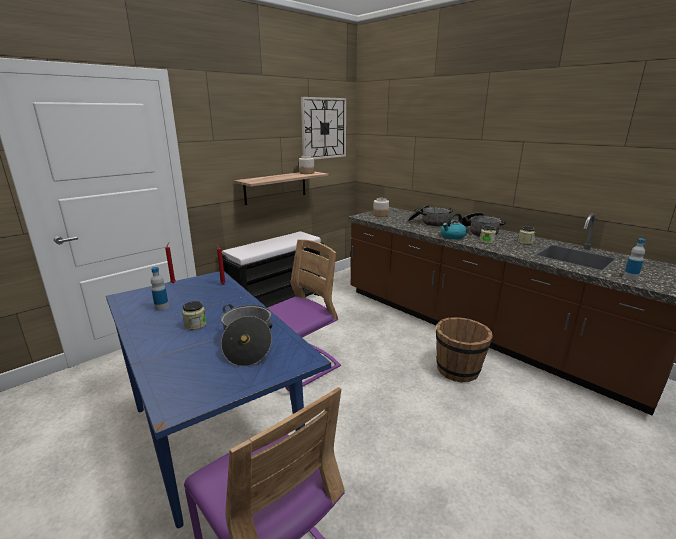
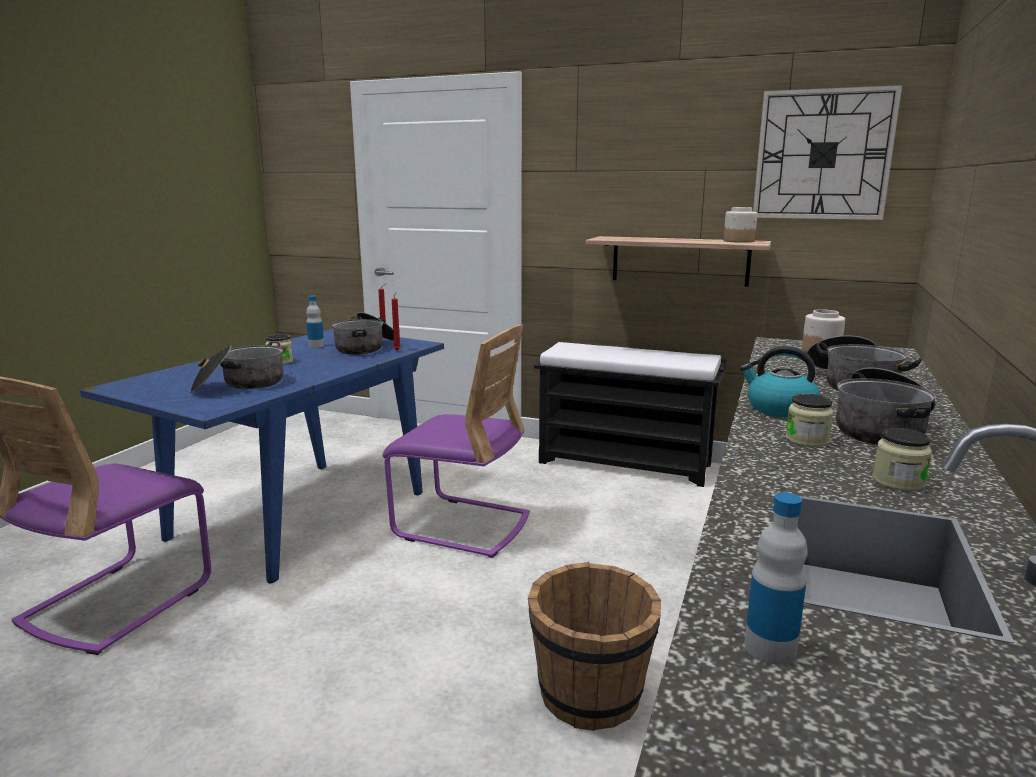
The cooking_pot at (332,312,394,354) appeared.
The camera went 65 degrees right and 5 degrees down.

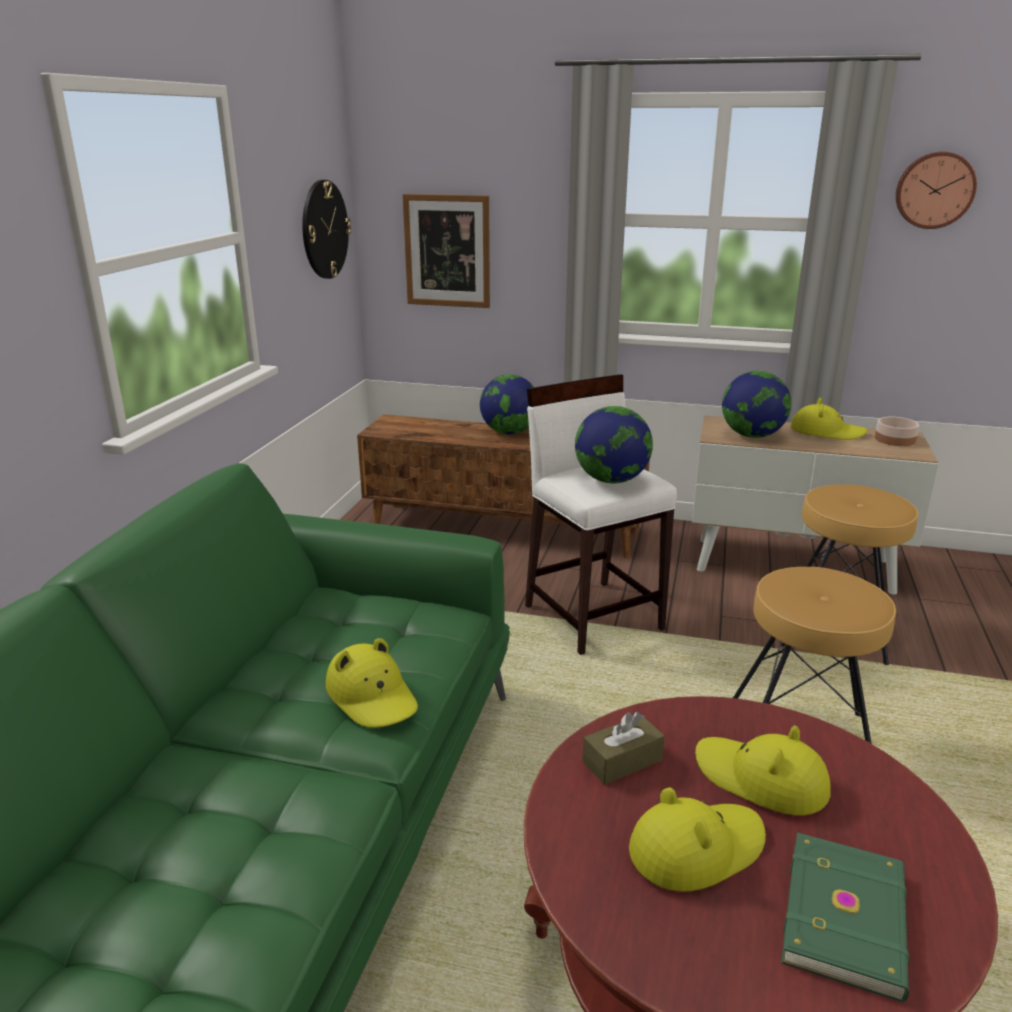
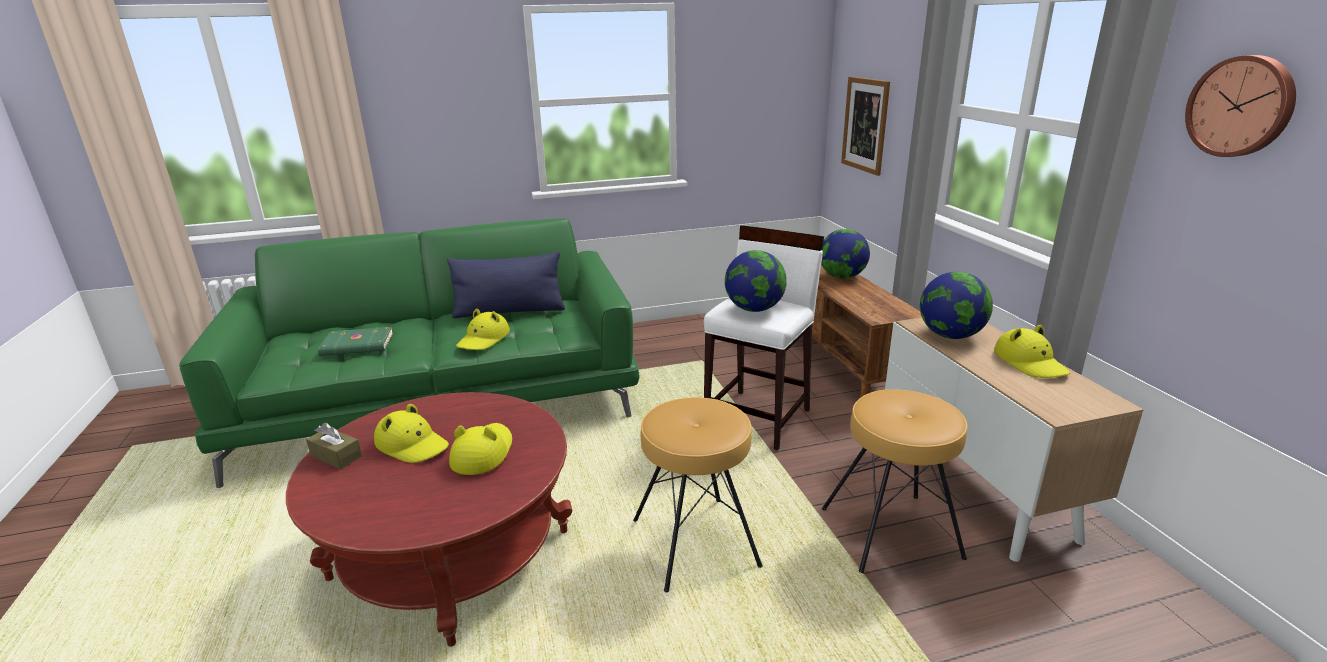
The wall_clock at (302,180,351,279) disappeared.
The brown_tissue_box moved from (582,712,665,785) to (306,423,362,469).
The green_book moved from (781,832,909,1002) to (318,327,393,356).
The bowl at (875,417,919,446) disappeared.
The blue_pillow at (447,251,565,318) appeared.
The camera went 60 degrees right and 0 degrees up.

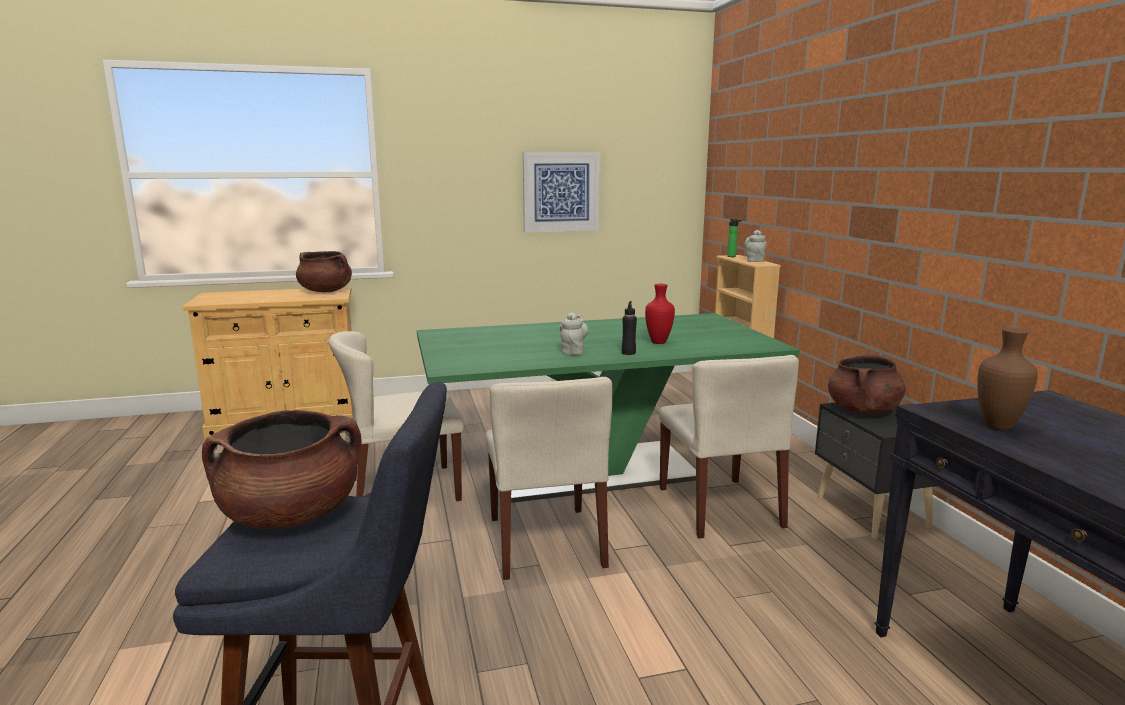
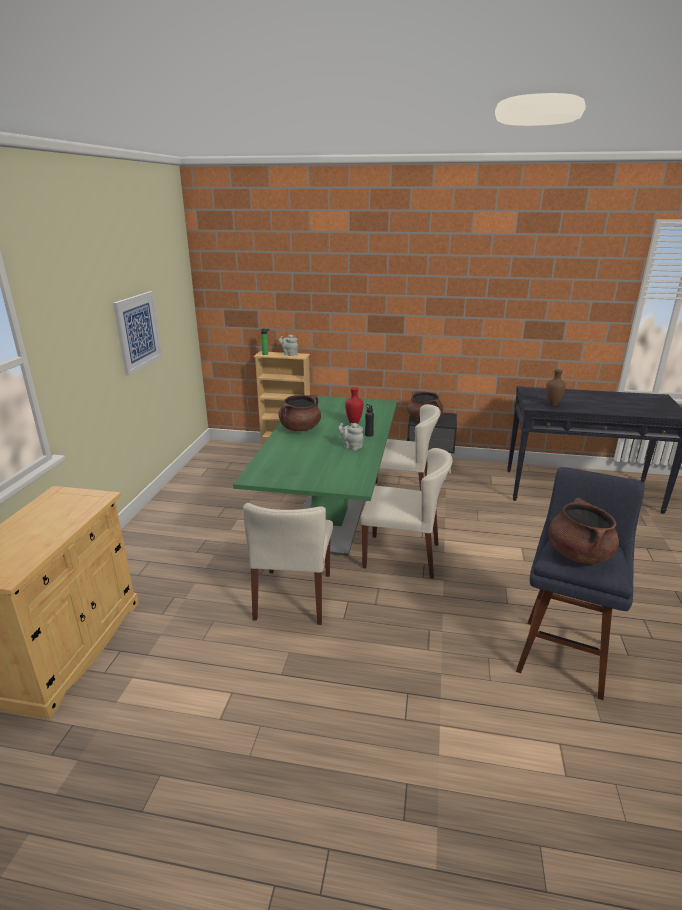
The brown_cooking_pot moved from (296,251,352,292) to (278,395,321,431).
The camera went 65 degrees left and 10 degrees up.

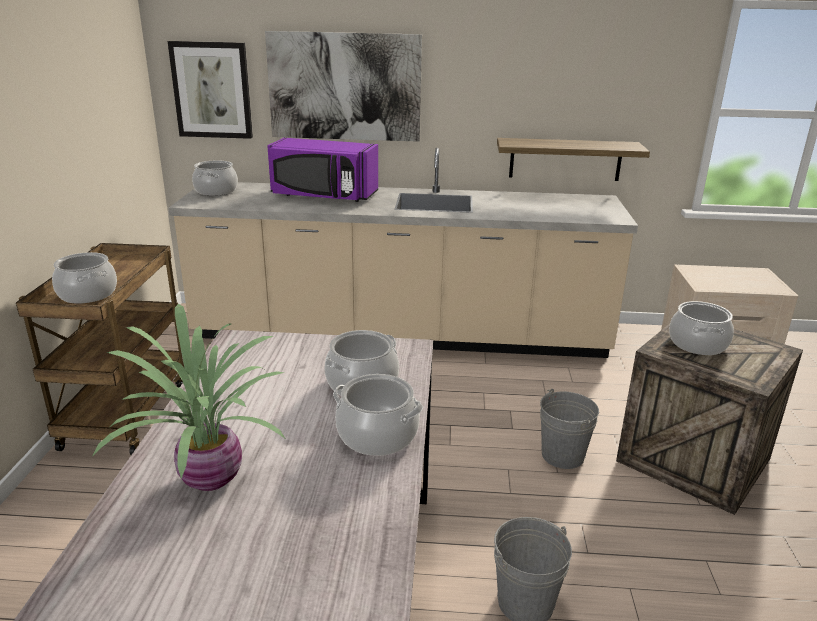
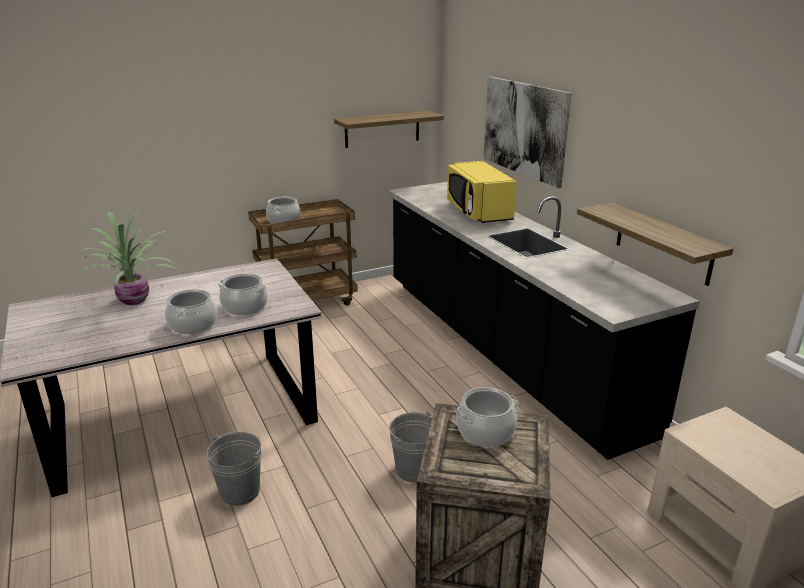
The picture at (168,41,253,139) disappeared.
The beige_counter at (168,148,638,358) became the black_counter at (388,182,700,460).
The cooking_pot at (192,160,238,196) disappeared.
The purple_microwave at (267,138,378,202) became the yellow_microwave at (447,161,517,223).
The shelf at (334,111,444,148) appeared.
The camera went 60 degrees right and 0 degrees up.

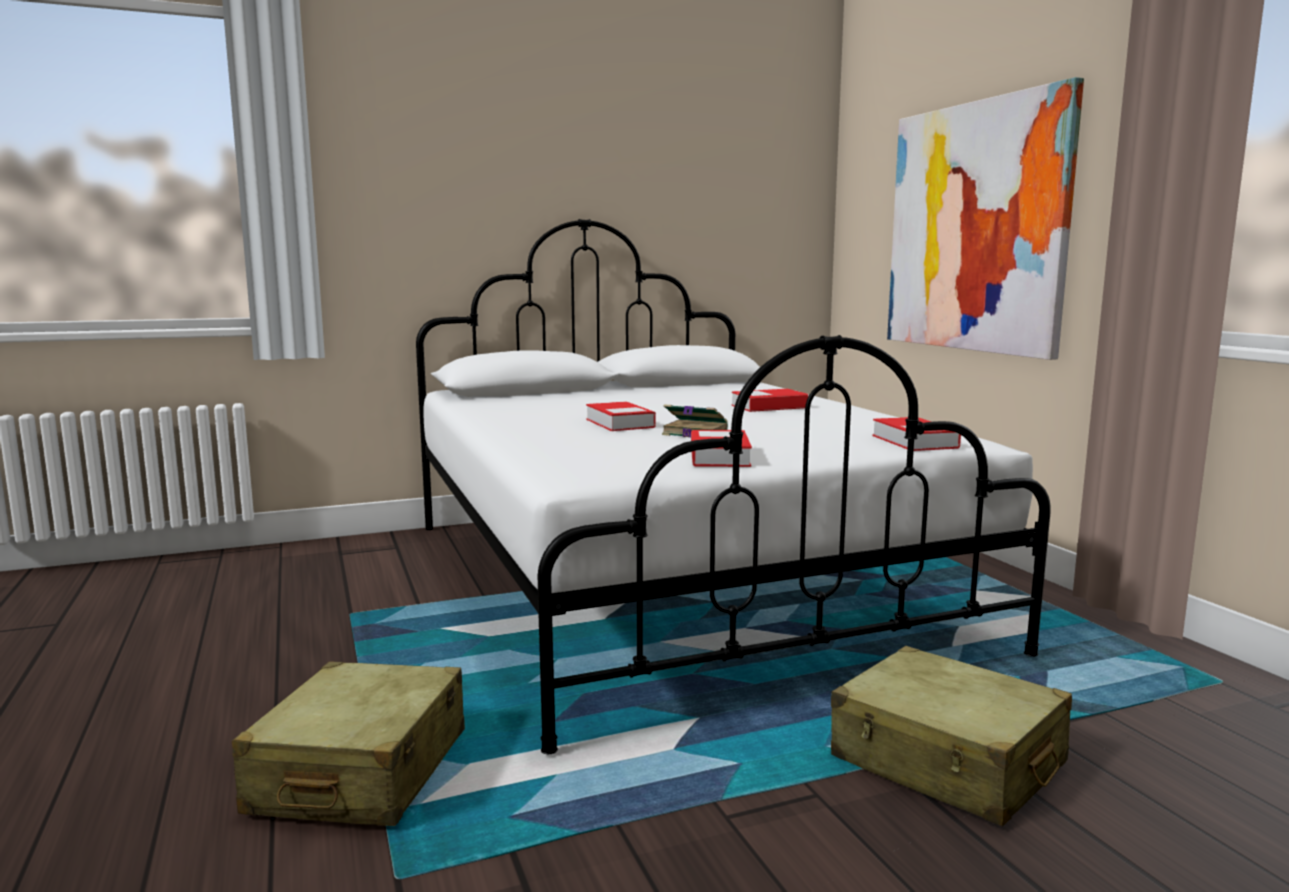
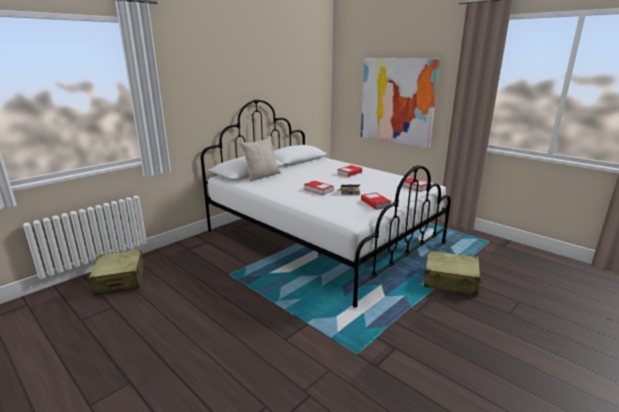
The beige_suitcase moved from (232,661,465,826) to (88,249,144,296).
The beige_pillow at (239,136,281,182) appeared.
The camera went 25 degrees left and 10 degrees up.

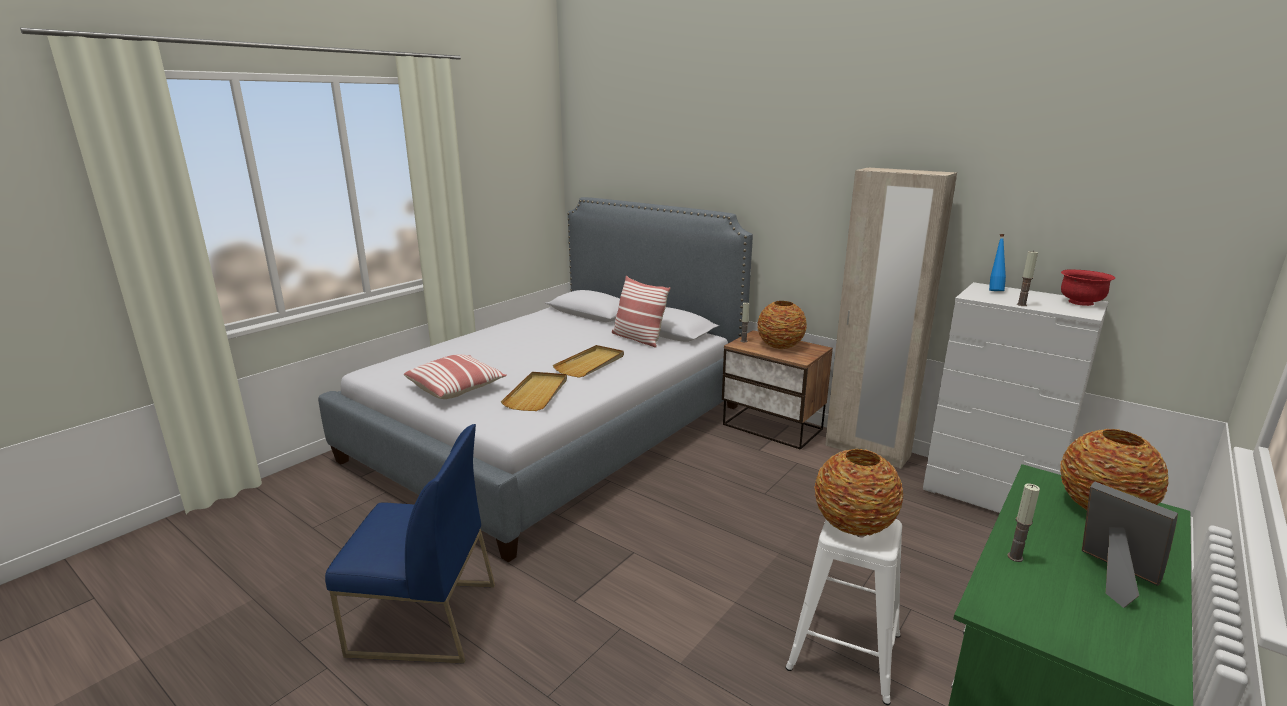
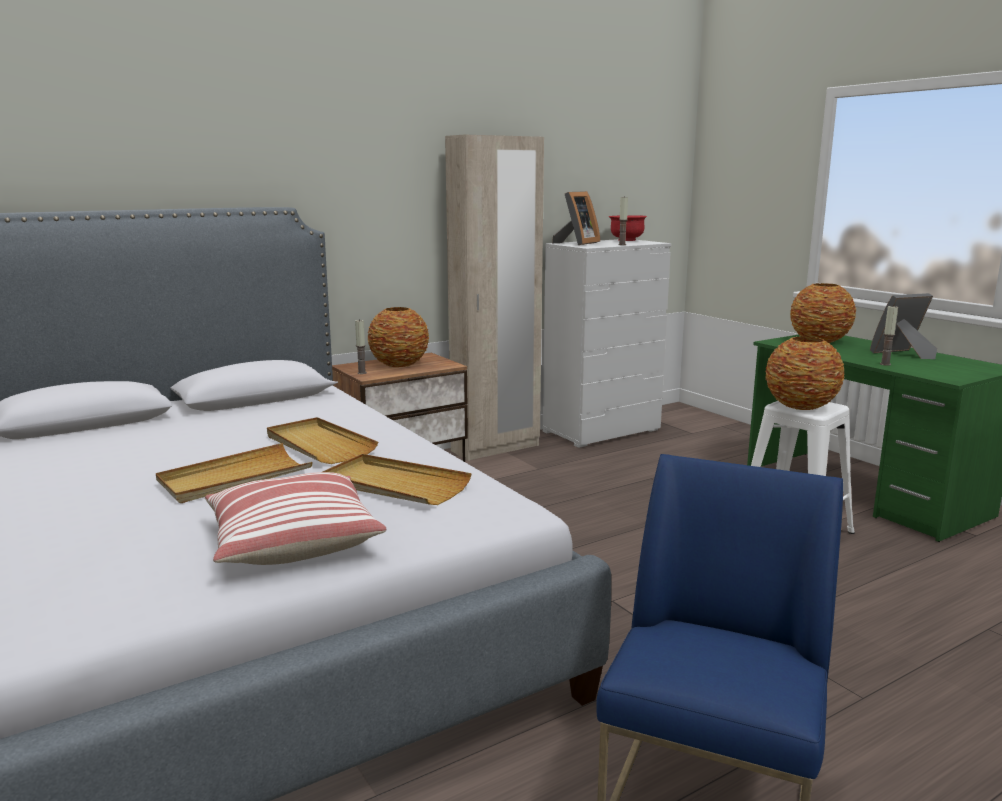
The pillow at (612,276,670,347) disappeared.
The blue_bottle at (989,234,1006,291) was replaced by the picture_frame at (552,191,600,245).
The beige_tray at (156,443,313,503) appeared.
The camera went 70 degrees left and 5 degrees down.

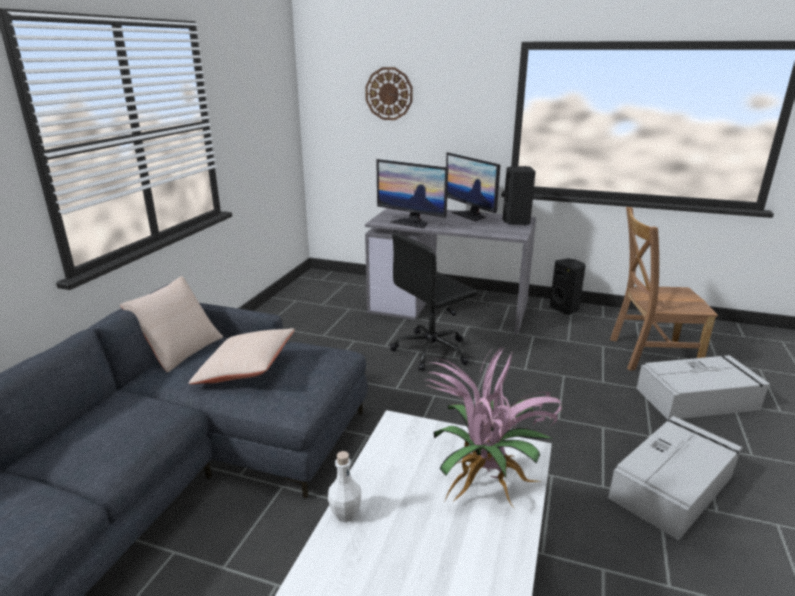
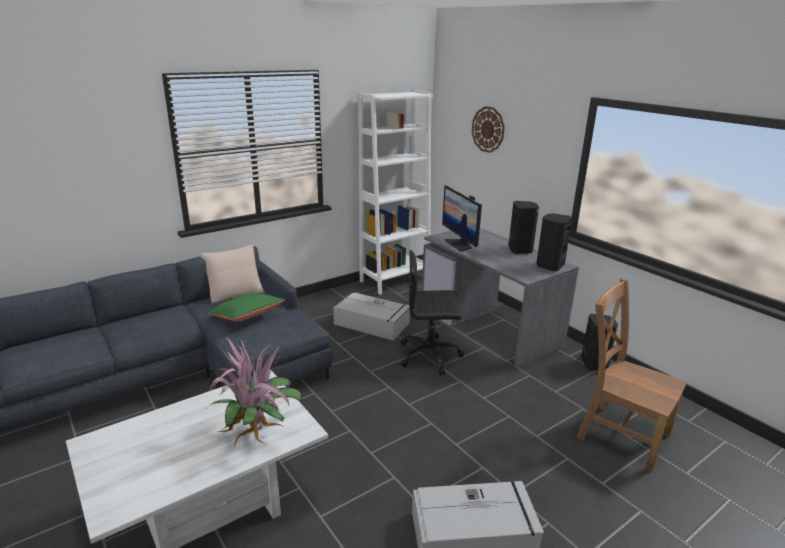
The beige_pillow at (188,328,295,384) became the green_pillow at (207,293,285,322).
The white_bottle at (328,451,361,522) disappeared.
The monitor at (446,152,500,222) was replaced by the black_speaker at (508,201,539,254).
The grey_storage_box moved from (637,355,770,419) to (333,292,410,340).
The white_bookcase at (358,90,433,295) appeared.
The camera went 35 degrees right and 0 degrees up.

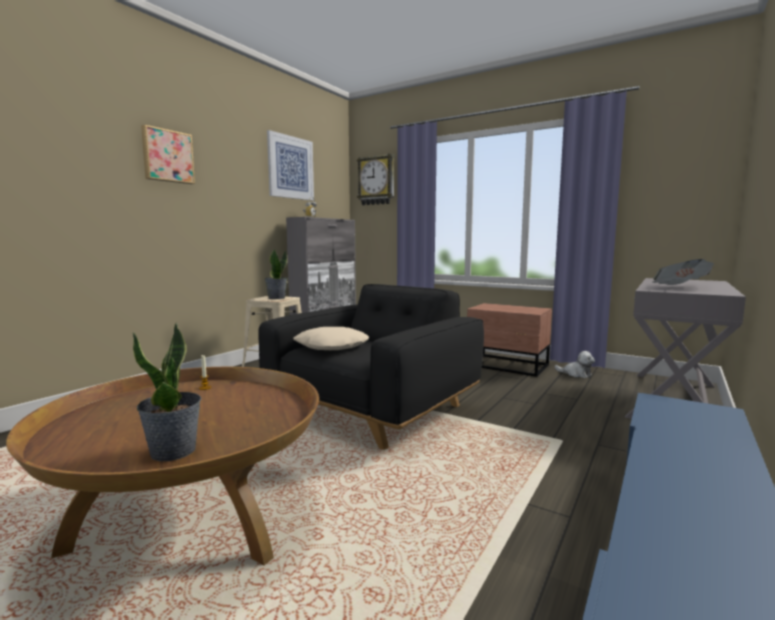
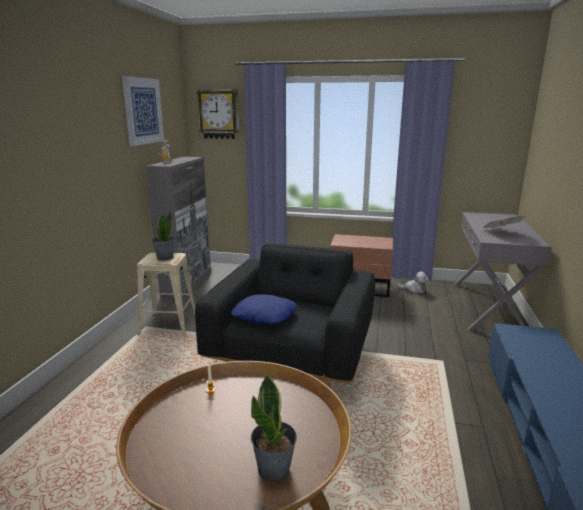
The picture at (141,125,195,184) disappeared.
The beige_pillow at (293,327,369,350) became the blue_pillow at (231,294,297,325).
The camera went 20 degrees left and 10 degrees up.

